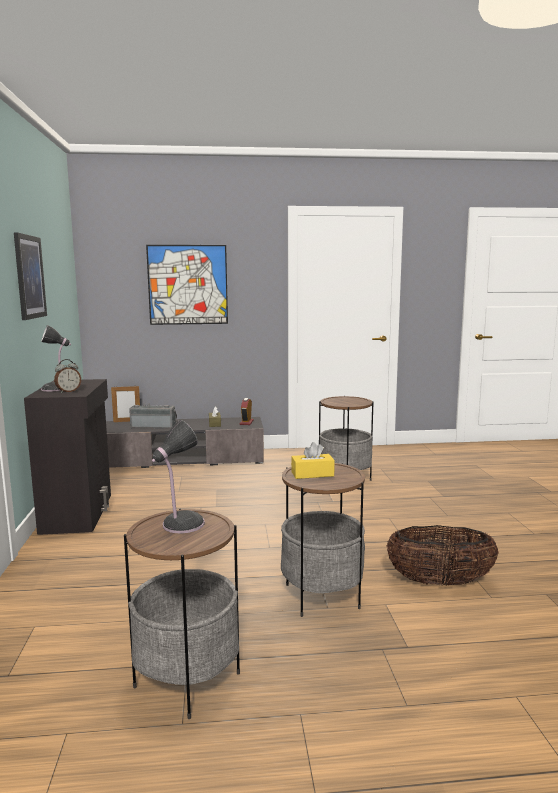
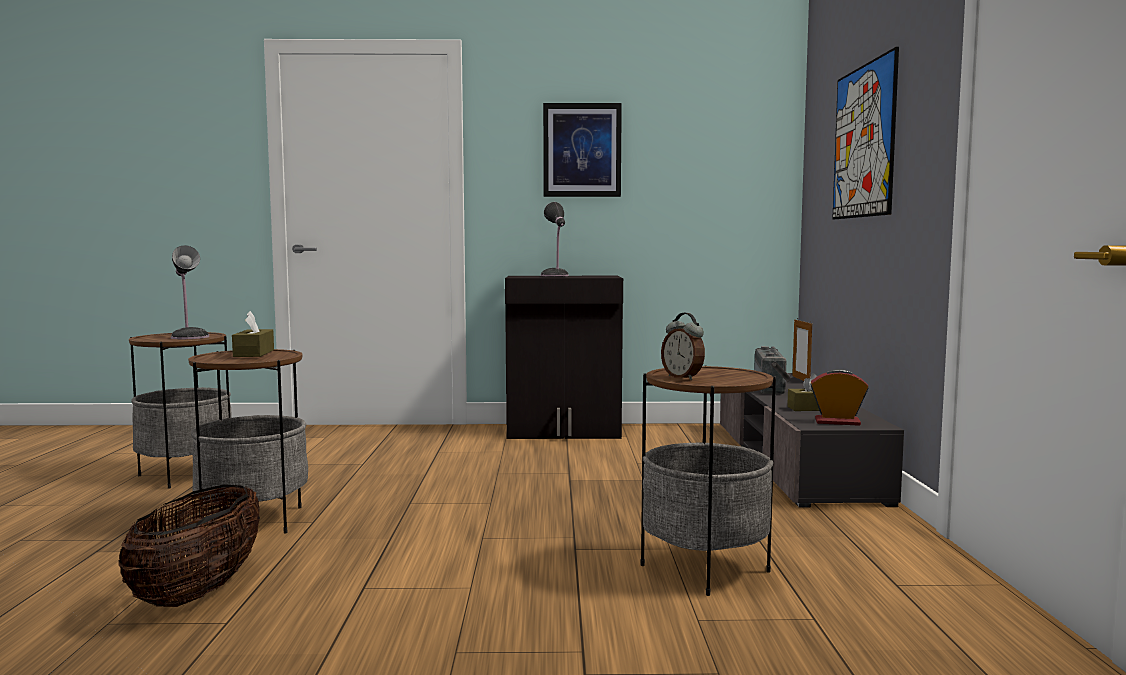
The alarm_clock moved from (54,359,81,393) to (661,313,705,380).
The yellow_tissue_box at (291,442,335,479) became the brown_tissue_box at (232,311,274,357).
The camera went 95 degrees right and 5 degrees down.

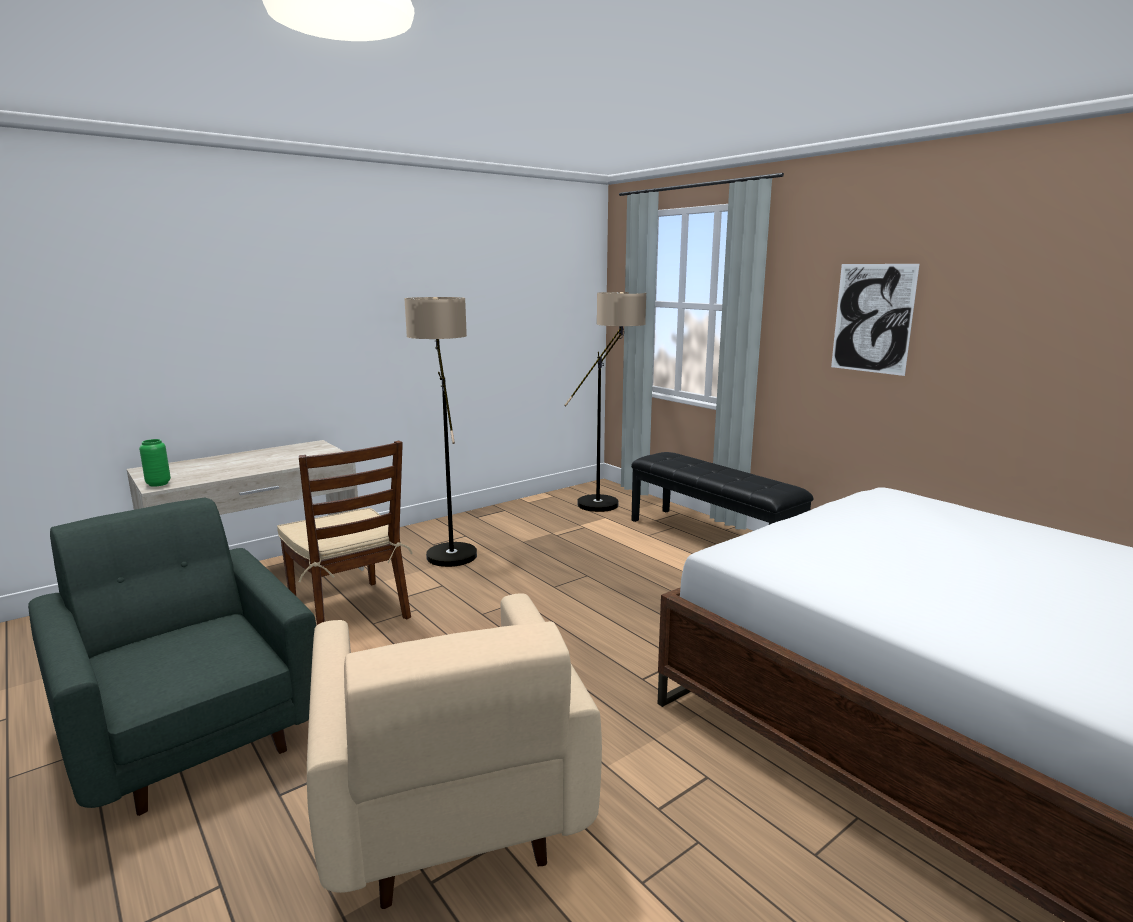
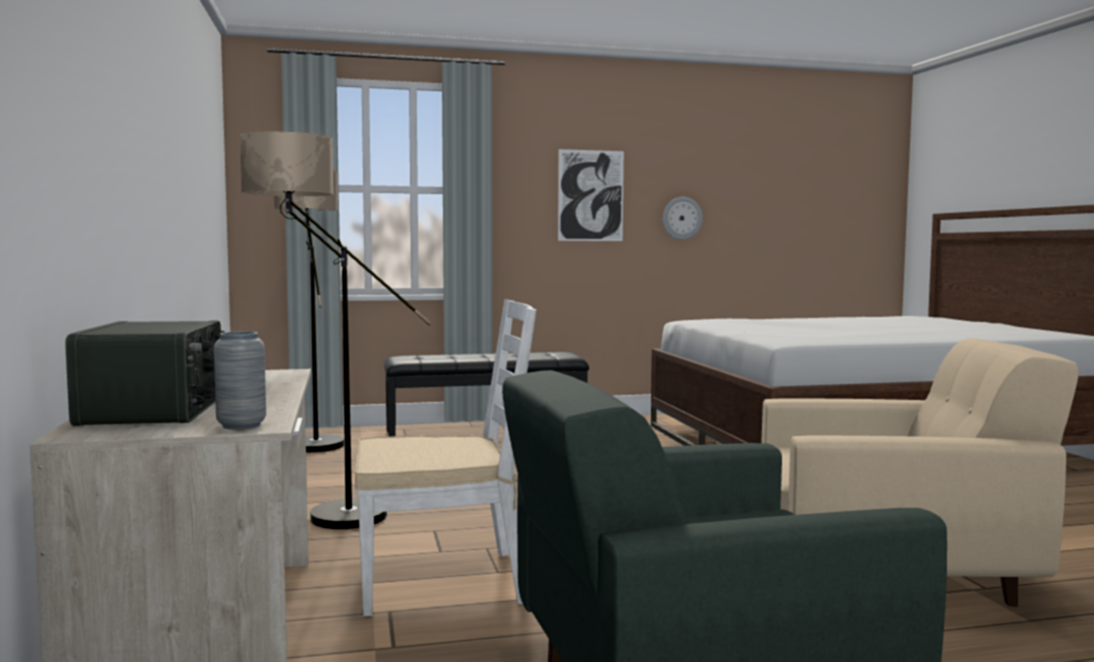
The green_vase at (139,439,171,487) became the grey_vase at (214,331,266,430).
The brown_chair at (277,440,413,625) became the white_chair at (355,299,536,616).
The radio at (65,321,224,426) appeared.
The wall_clock at (662,197,703,240) appeared.
The camera went 65 degrees left and 10 degrees down.

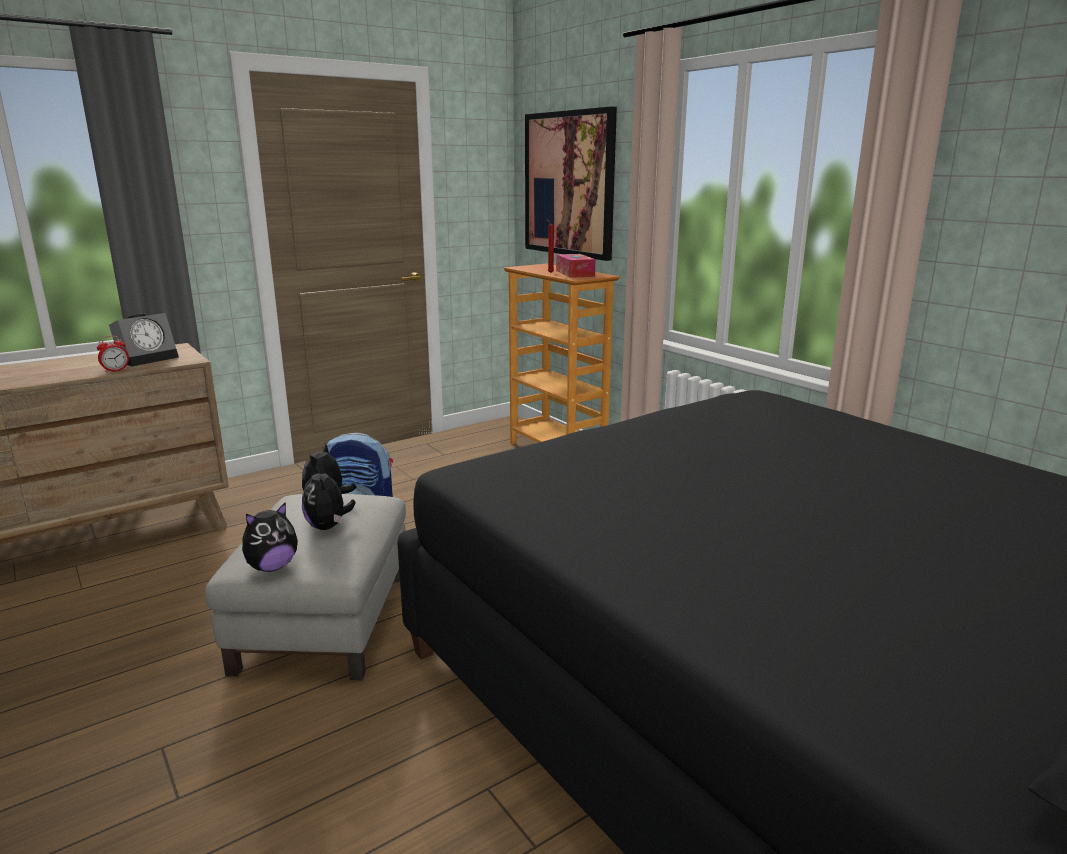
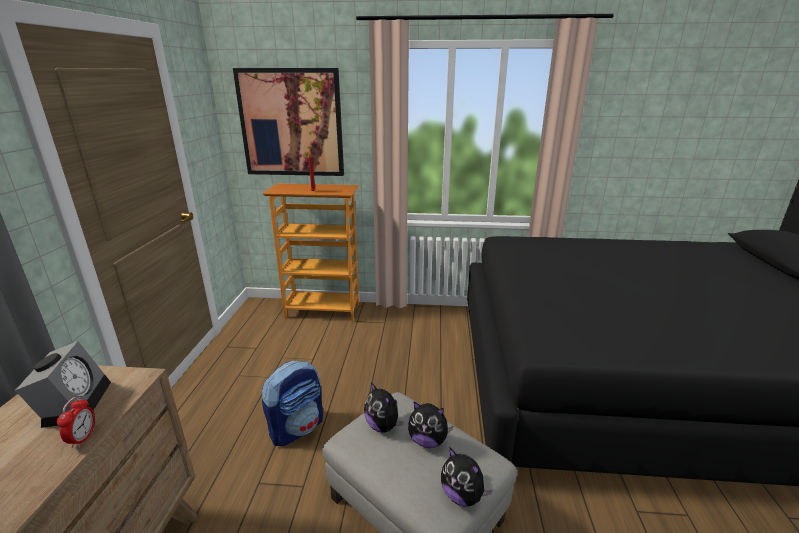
The plush_toy at (242,502,298,572) turned 135 degrees clockwise.
The tissue_box at (556,254,595,278) disappeared.
The camera went 50 degrees left and 5 degrees up.

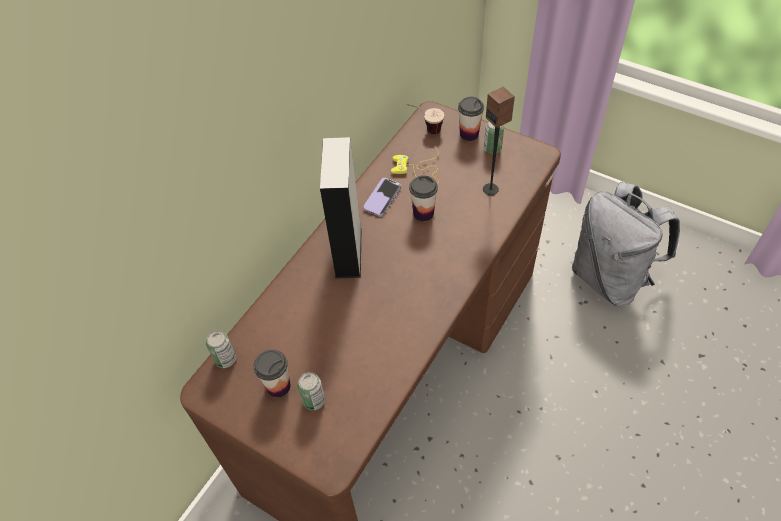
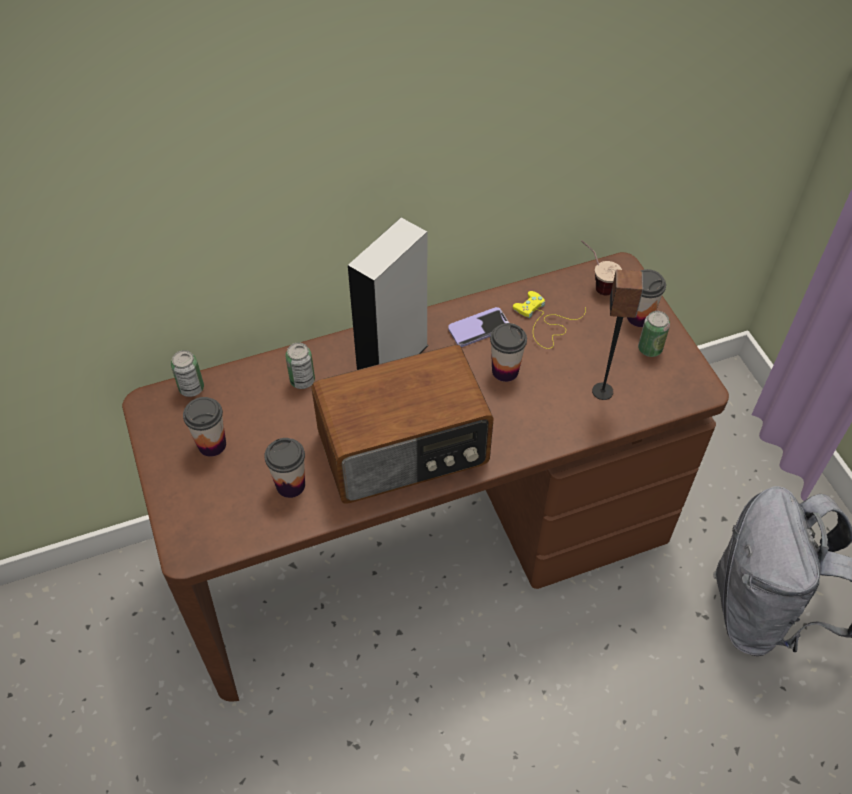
The can moved from (297,372,325,410) to (285,343,315,389).
The cup at (264,438,305,498) appeared.
The radio at (311,345,494,504) appeared.
The camera went 35 degrees right and 0 degrees up.

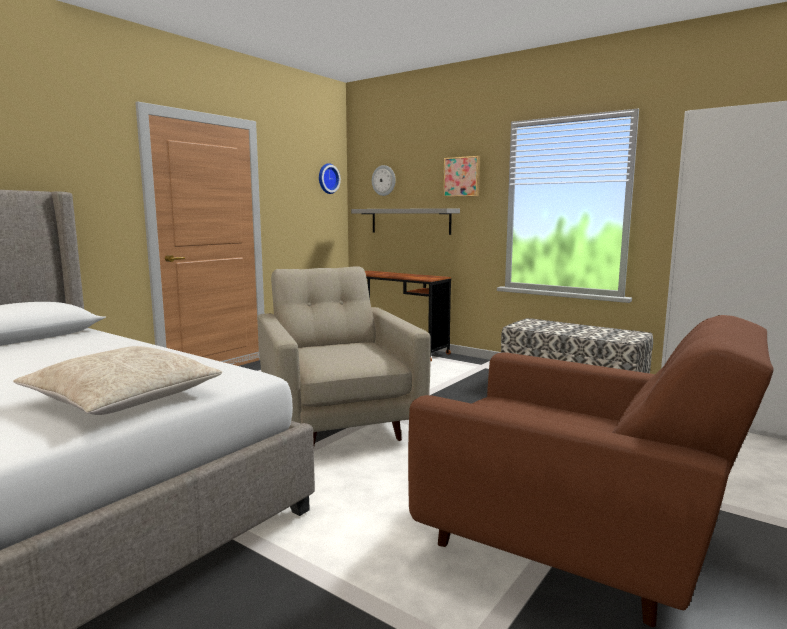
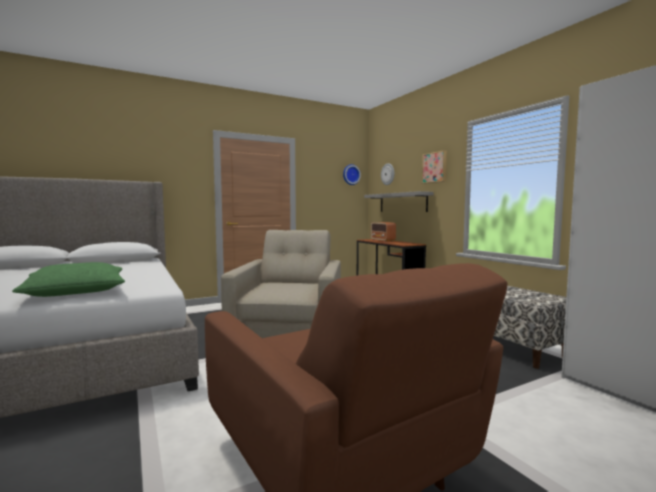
The beige_pillow at (13,346,222,415) became the green_pillow at (12,262,125,297).
The radio at (371,222,396,242) appeared.
The camera went 25 degrees right and 5 degrees down.

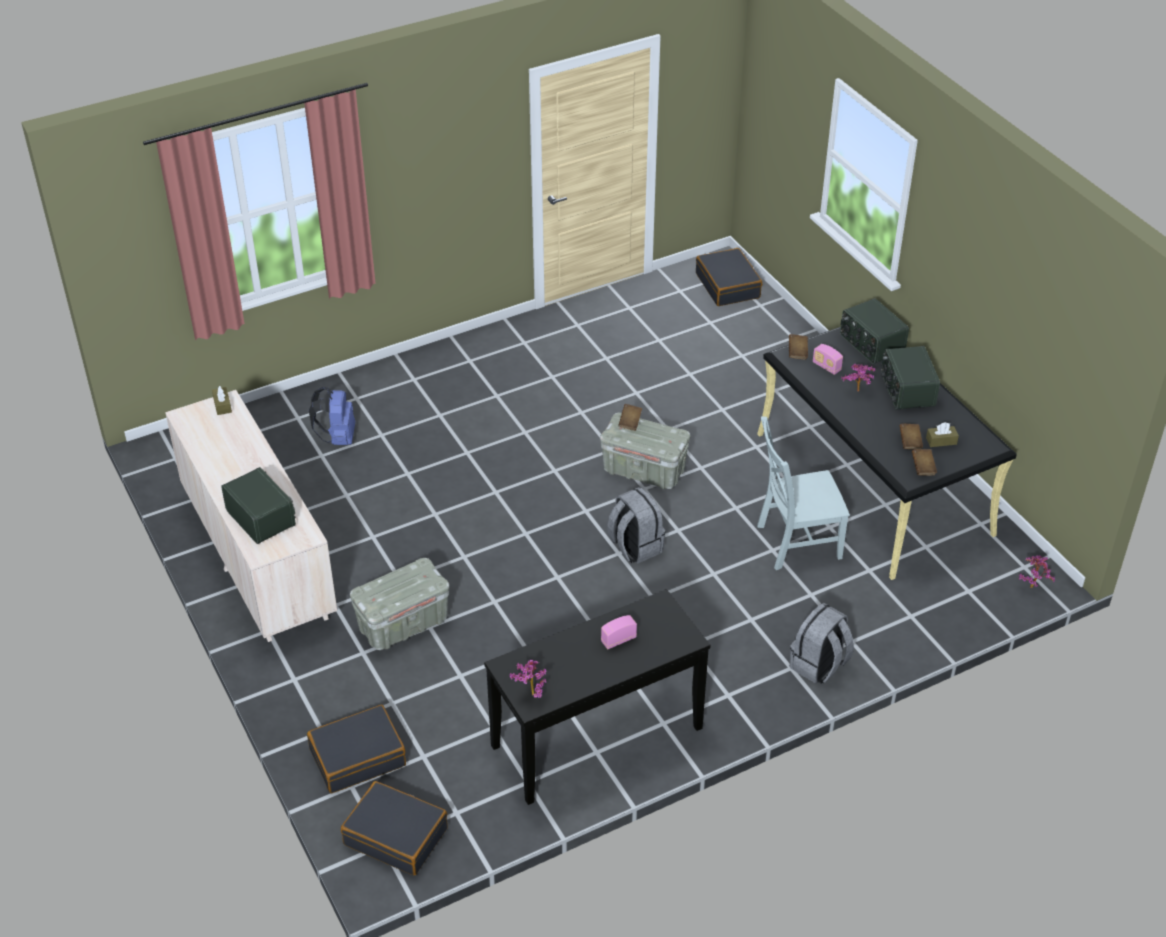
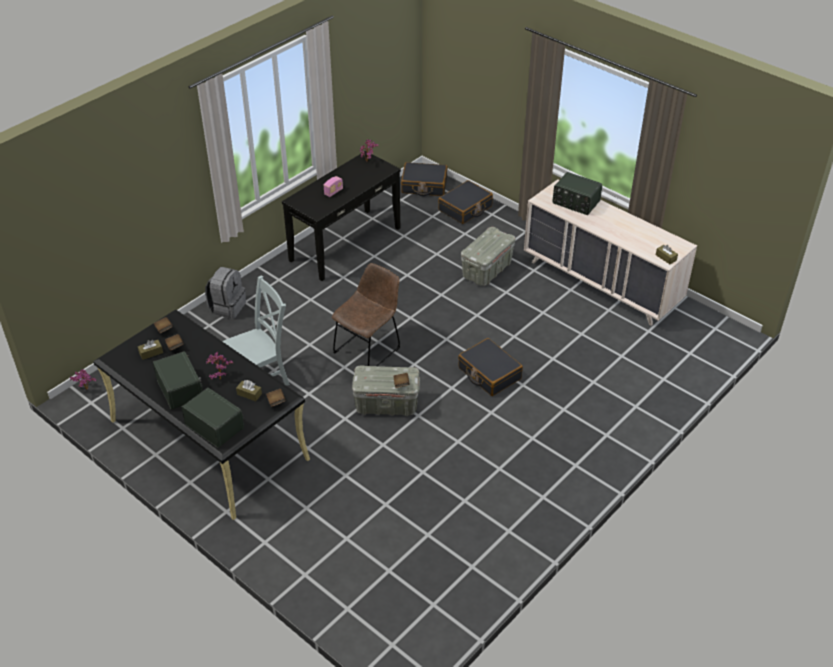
The blue_backpack at (309,387,355,445) disappeared.
The grey_backpack at (607,487,666,563) was replaced by the brown_chair at (332,263,400,366).
The black_suitcase moved from (696,248,762,306) to (458,338,523,396).
The radio at (813,344,843,375) was replaced by the brown_tissue_box at (236,380,262,401).
The camera went 160 degrees right and 0 degrees up.

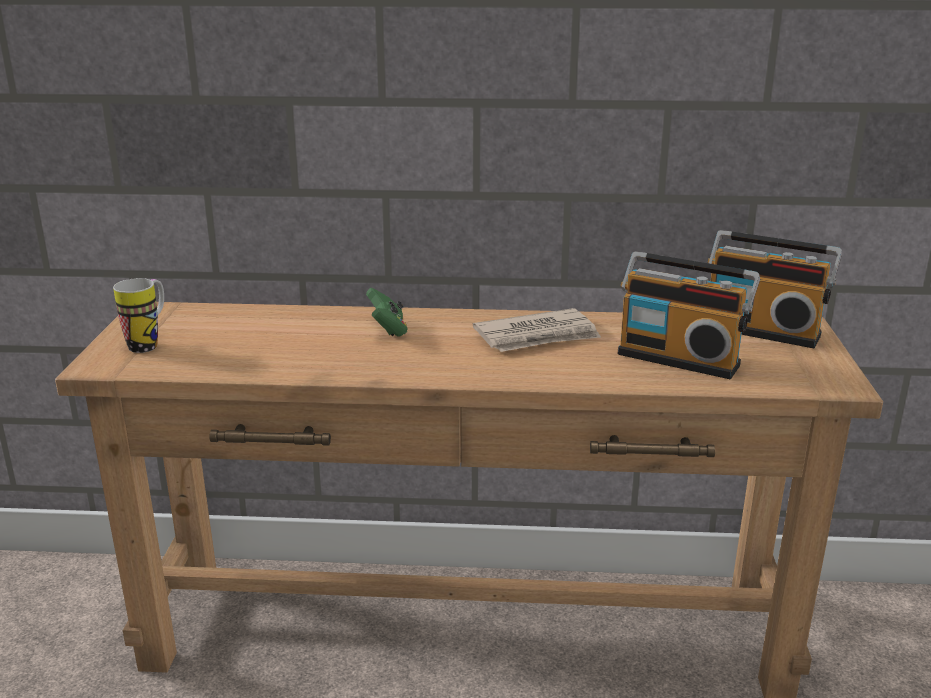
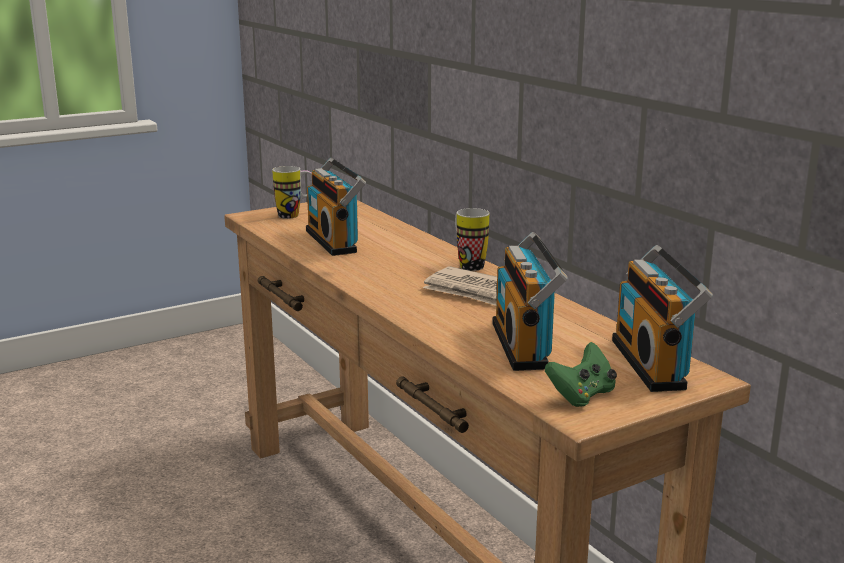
The green_game_controller moved from (366,288,408,336) to (545,342,617,407).
The radio at (306,158,366,256) appeared.
The mug at (455,208,489,271) appeared.
The camera went 55 degrees right and 5 degrees down.

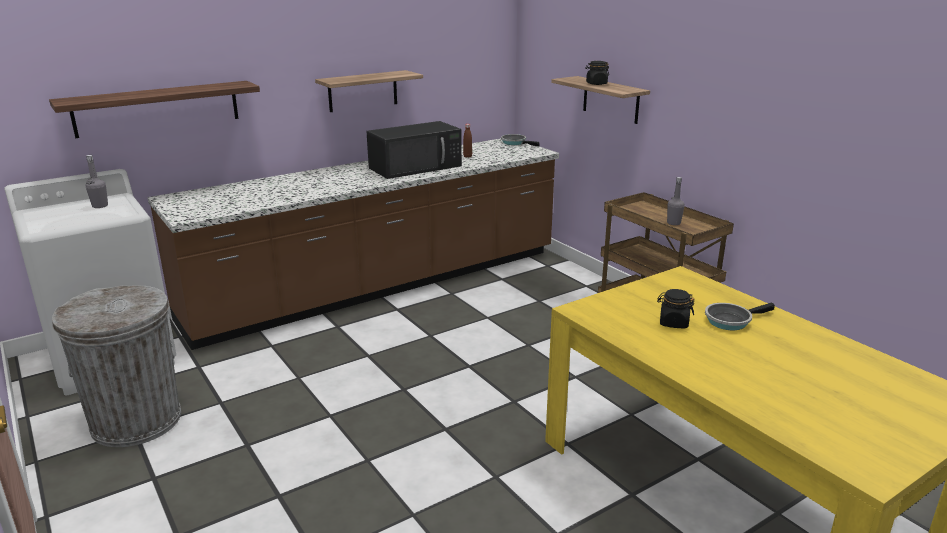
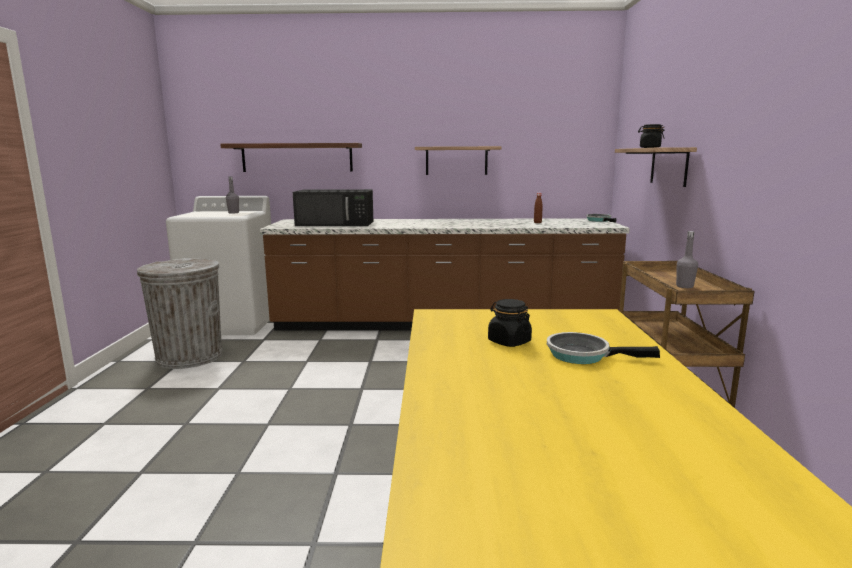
The black_microwave moved from (367,121,462,179) to (293,189,373,226).
The camera went 35 degrees right and 10 degrees down.

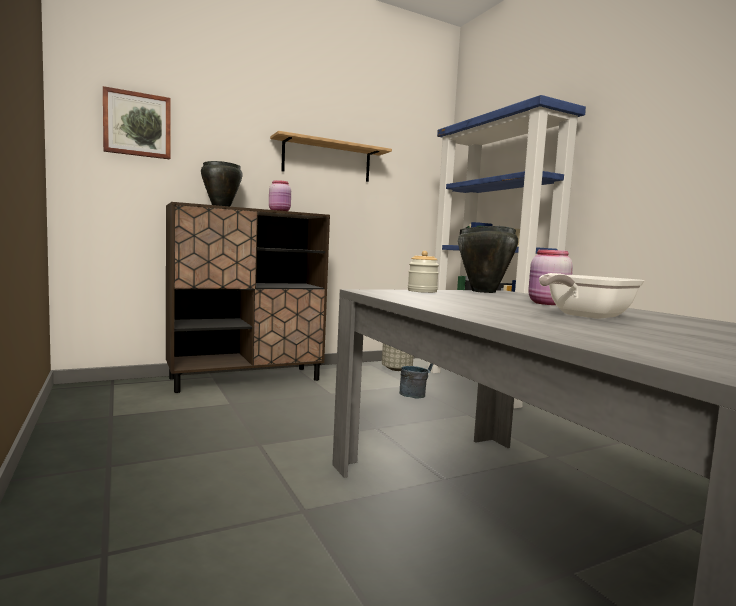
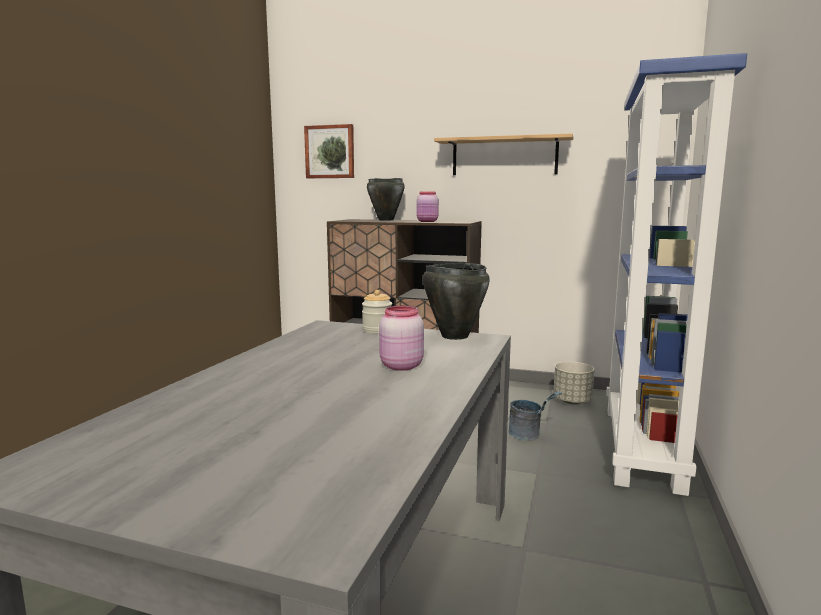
The frying_pan at (539,273,644,319) disappeared.
The camera went 45 degrees right and 5 degrees up.

